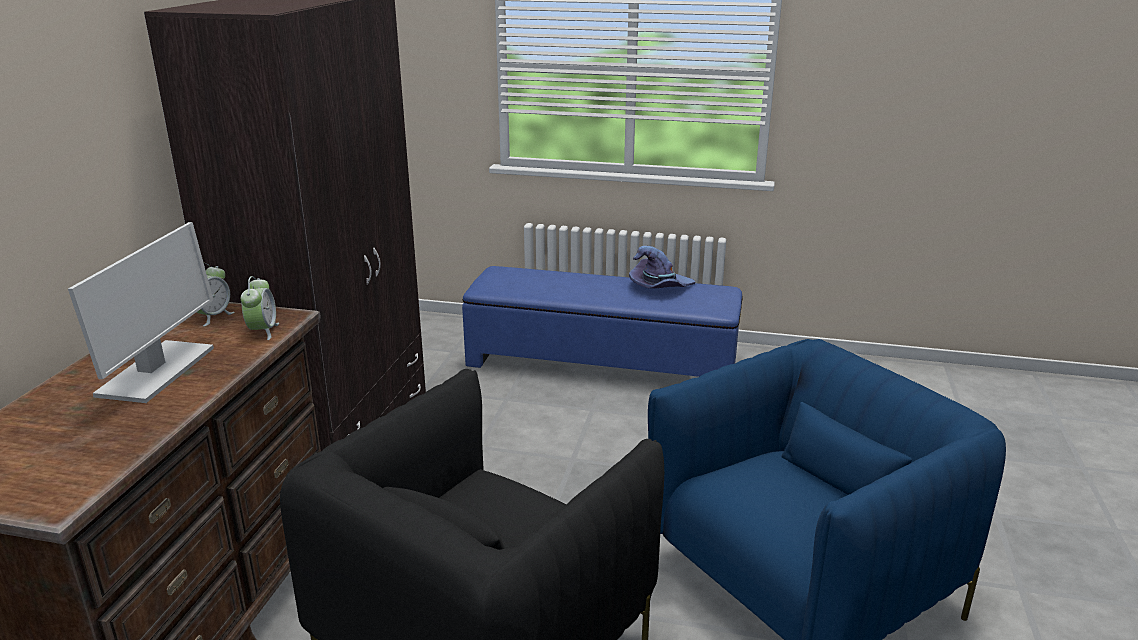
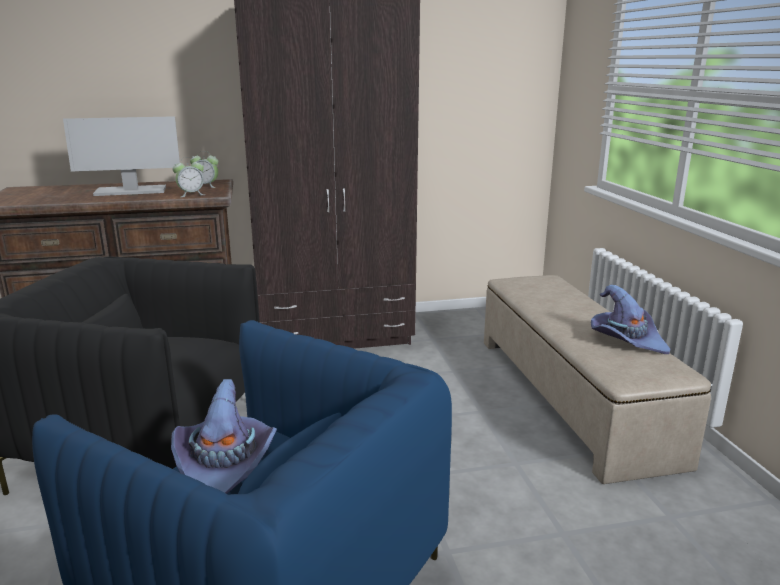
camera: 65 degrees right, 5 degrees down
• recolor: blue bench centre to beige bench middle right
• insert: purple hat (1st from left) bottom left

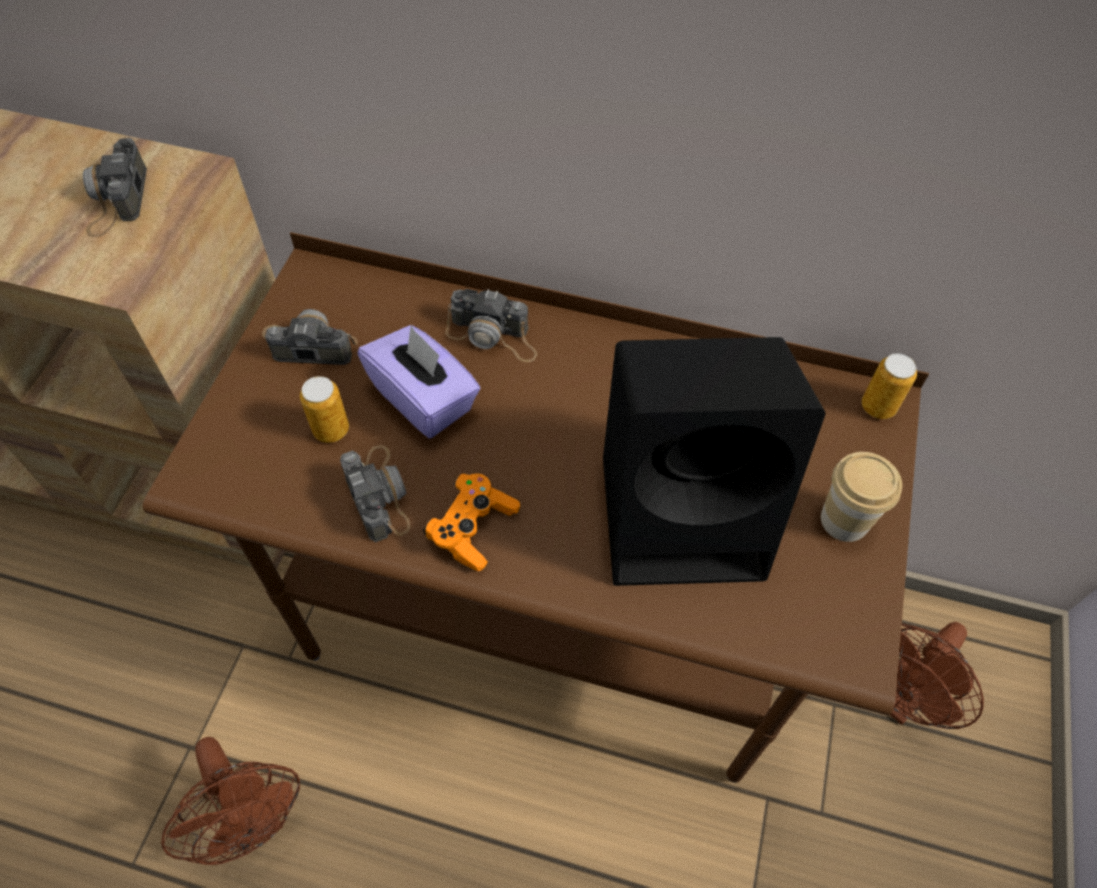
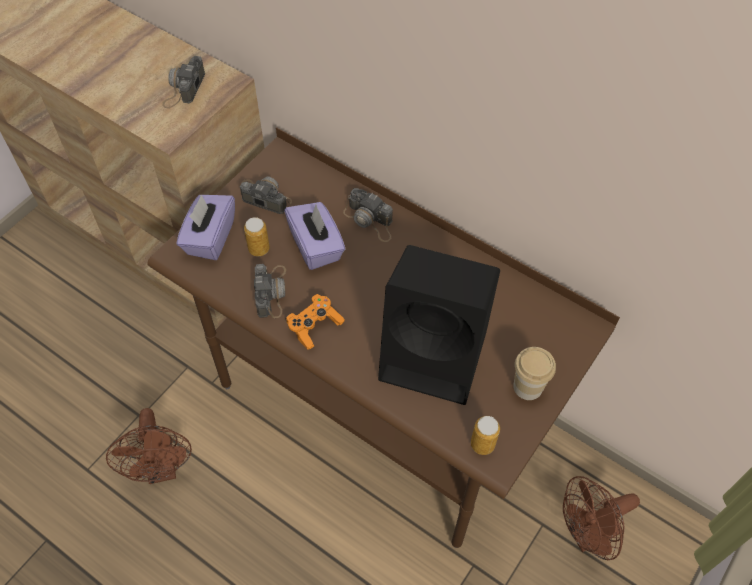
camera: 20 degrees right, 0 degrees up
• move: can (2nd from left) middle right to bottom centre
• insert: purple tissue box (1st from left) middle left

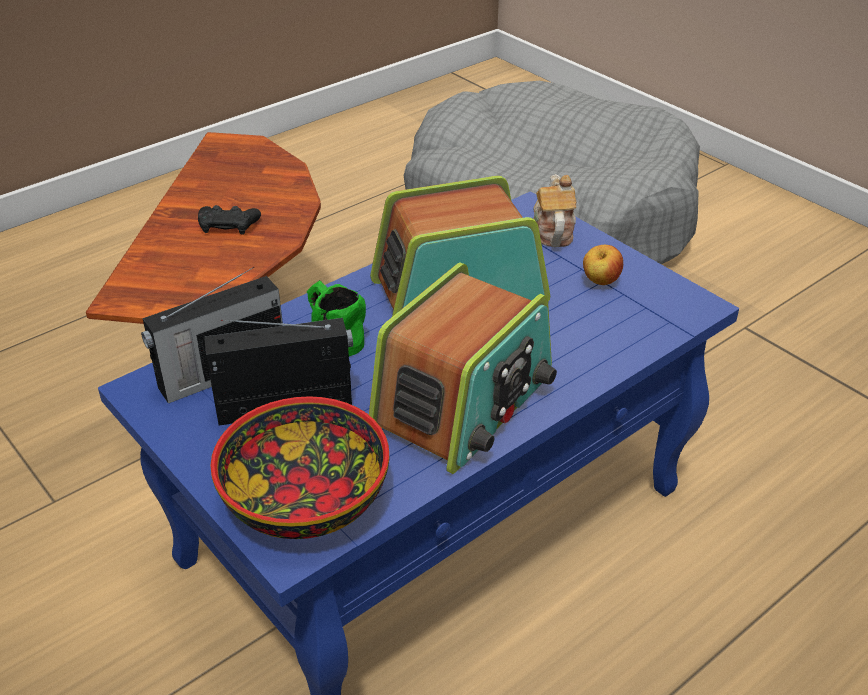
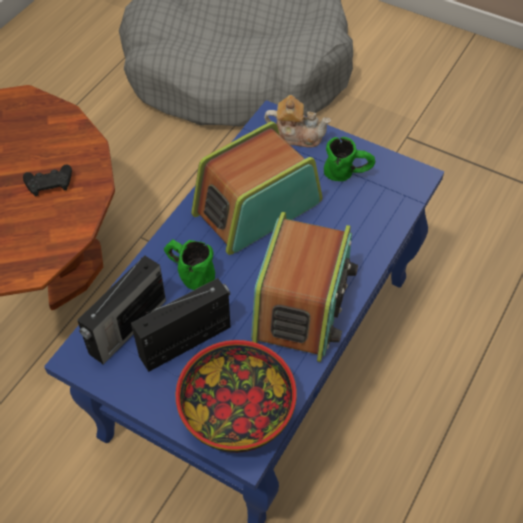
camera: 20 degrees left, 15 degrees up
• rotate: teapot top centre = top centre 120 degrees clockwise
• replace: apple middle right to green mug (2nd from left) top right

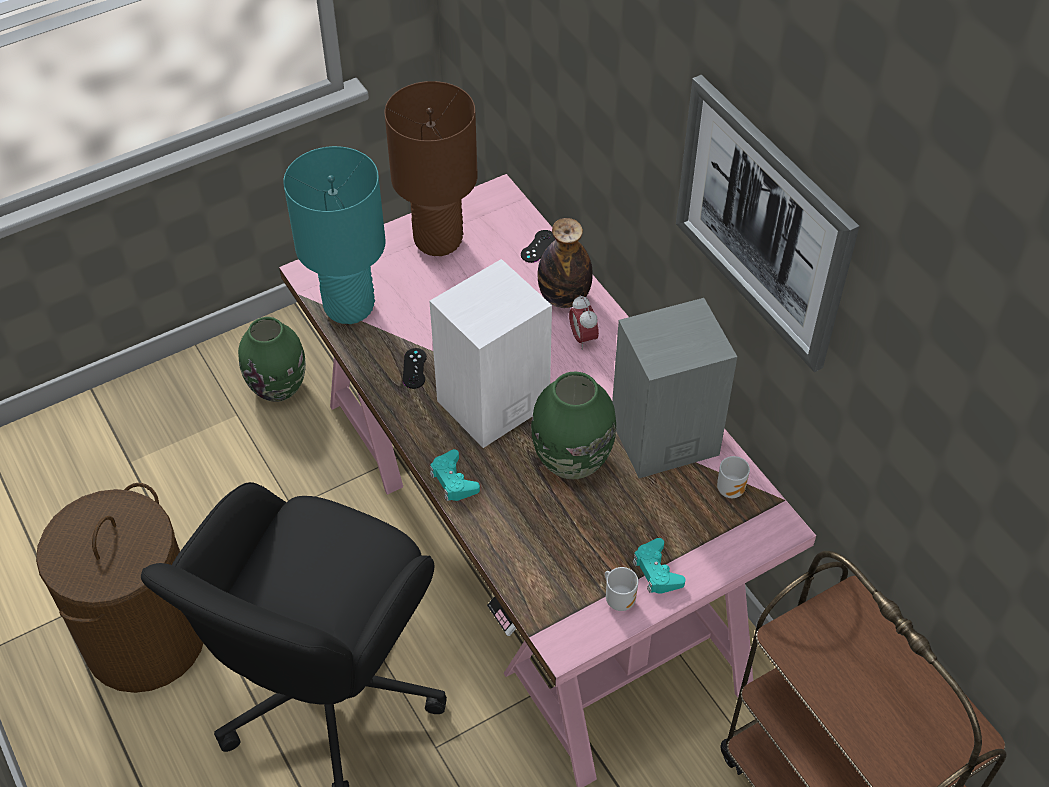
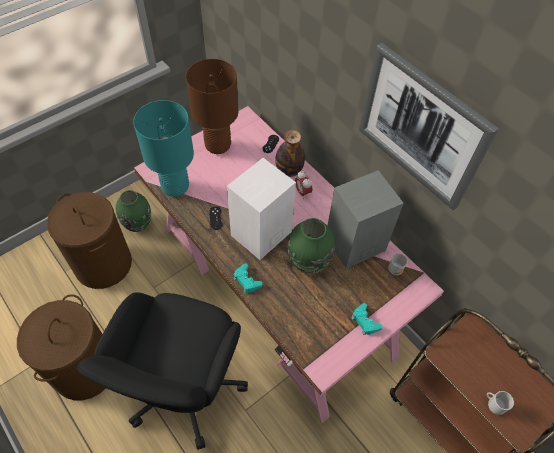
camera: 10 degrees left, 5 degrees up
• move: mug (1st from left in the first image) bottom centre to mug (2nd from left) bottom right
• insert: brown laundry basket (2nd from left) middle left

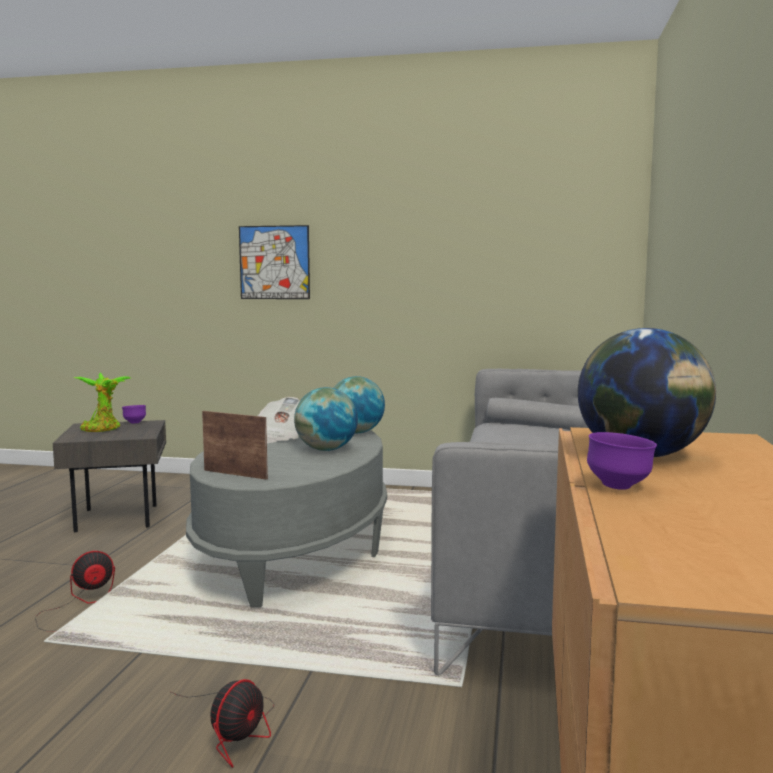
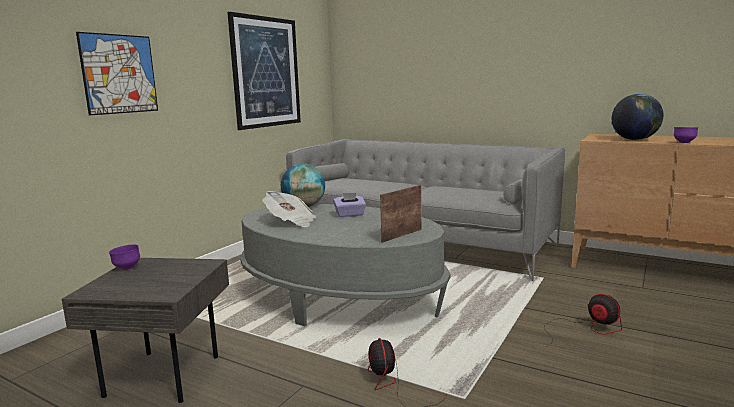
camera: 70 degrees left, 5 degrees up
• delete: potted plant middle left
• replace: globe (1st from left) centre to purple tissue box centre
• insert: picture (2nd from left) top centre

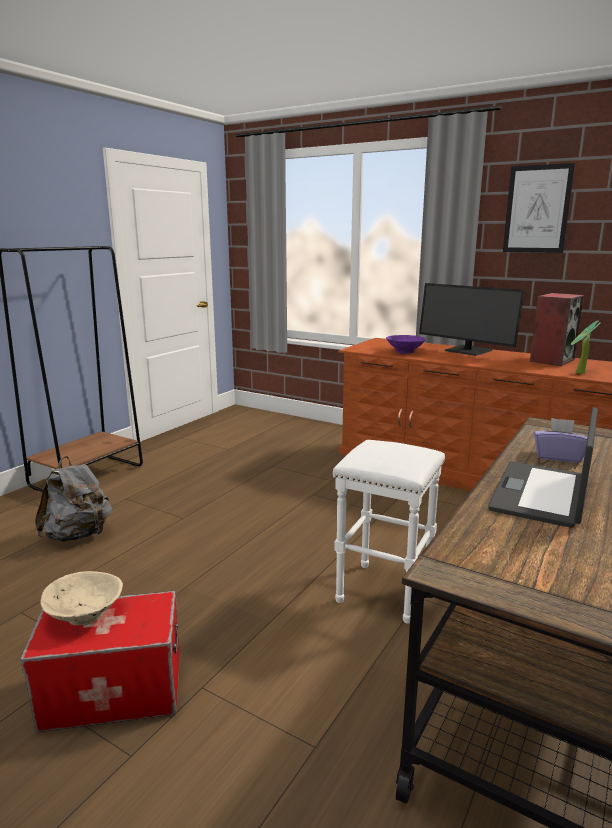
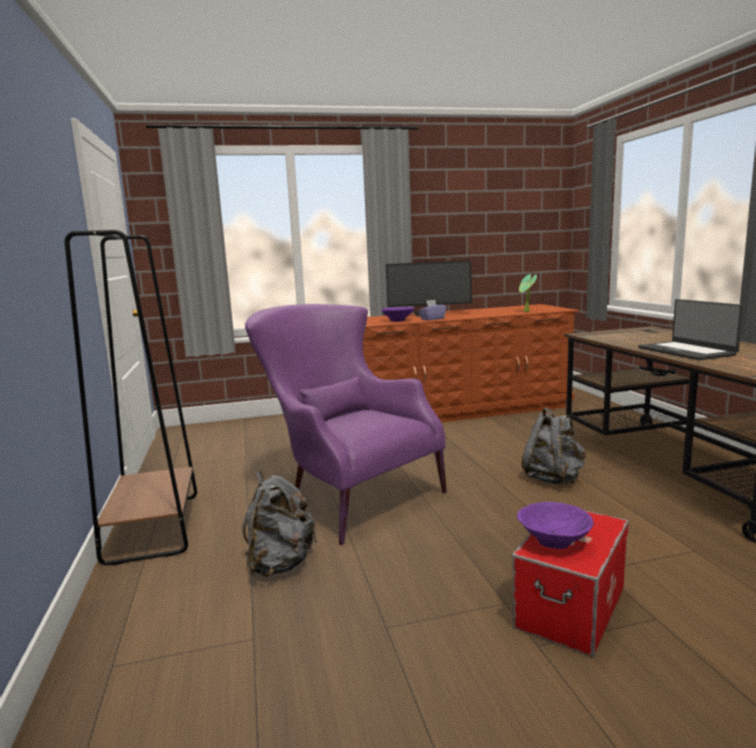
camera: 45 degrees left, 5 degrees down
• delete: picture top right
• delete: speaker middle right
• move: purple tissue box middle right to centre
• replace: white stool centre to grey backpack (2nd from left) middle right
• recolor: beige bowl bottom left to purple bowl (2nd from left) bottom right
• insert: purple armchair centre

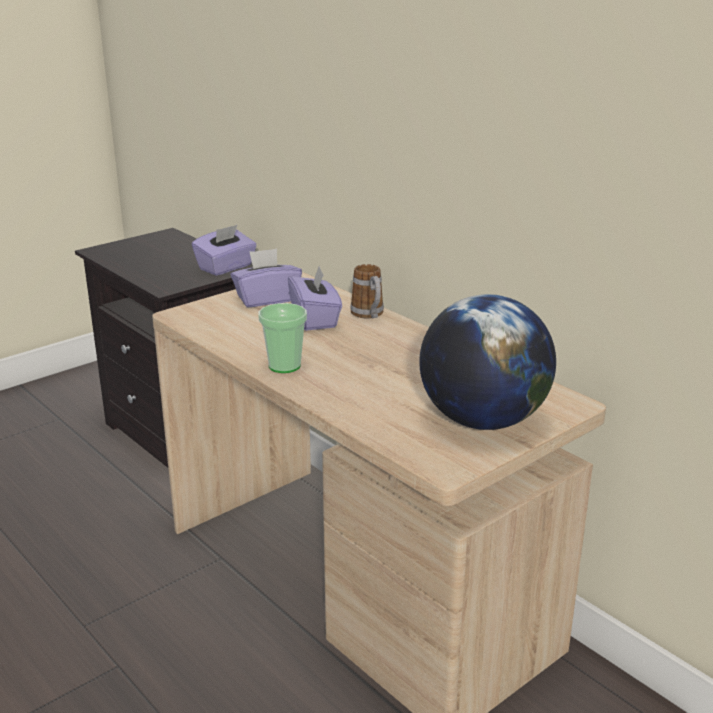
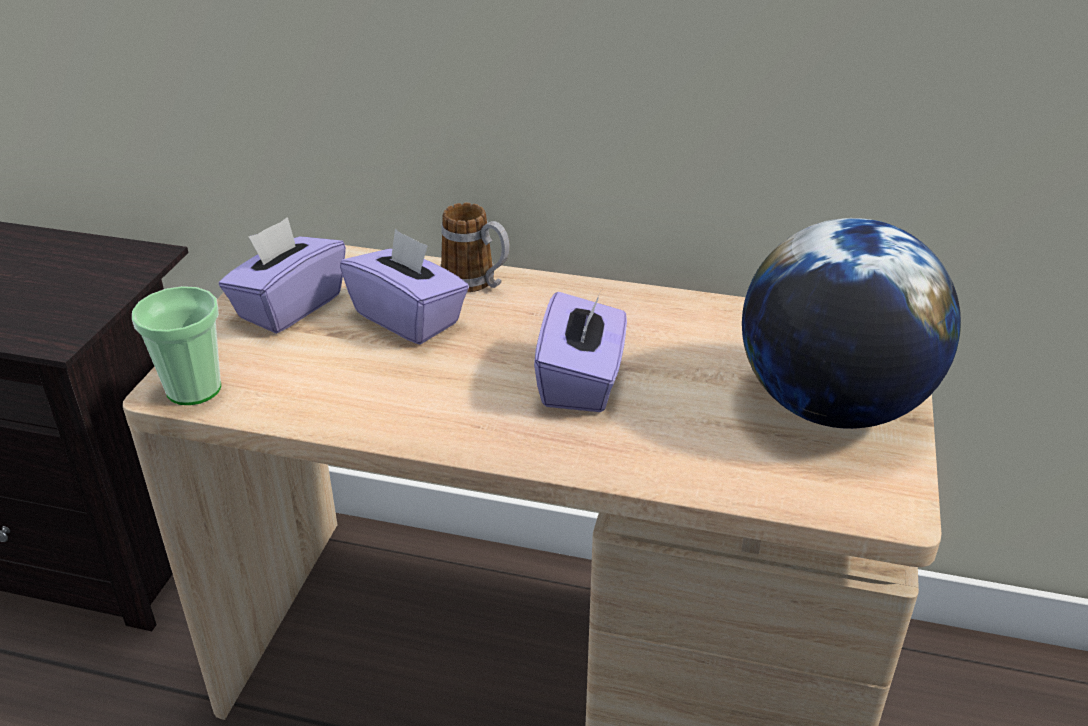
camera: 35 degrees left, 10 degrees up
• move: purple tissue box (1st from left in the first image) middle left to purple tissue box (3rd from left) centre
• move: cup centre to middle left

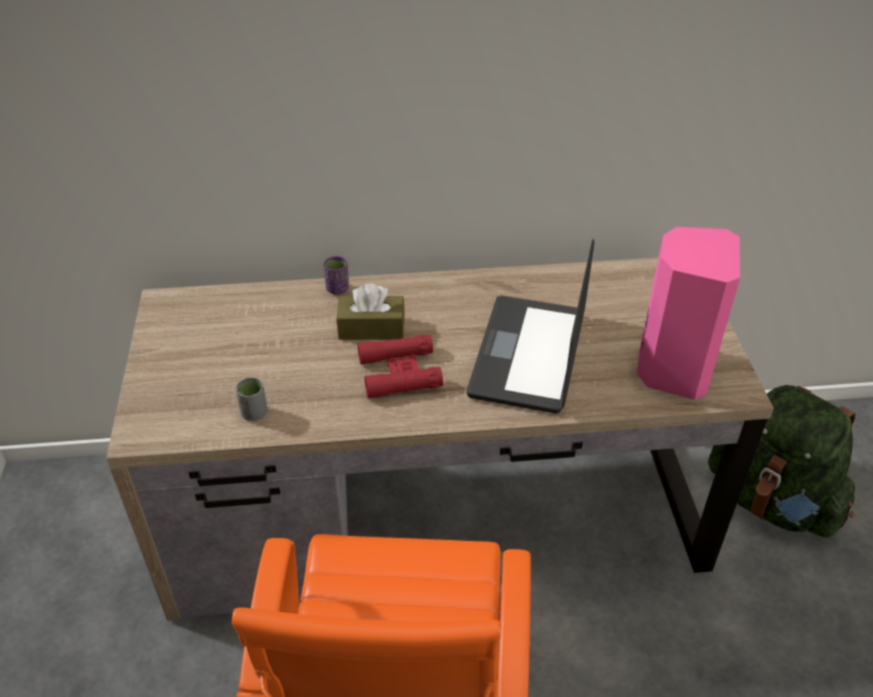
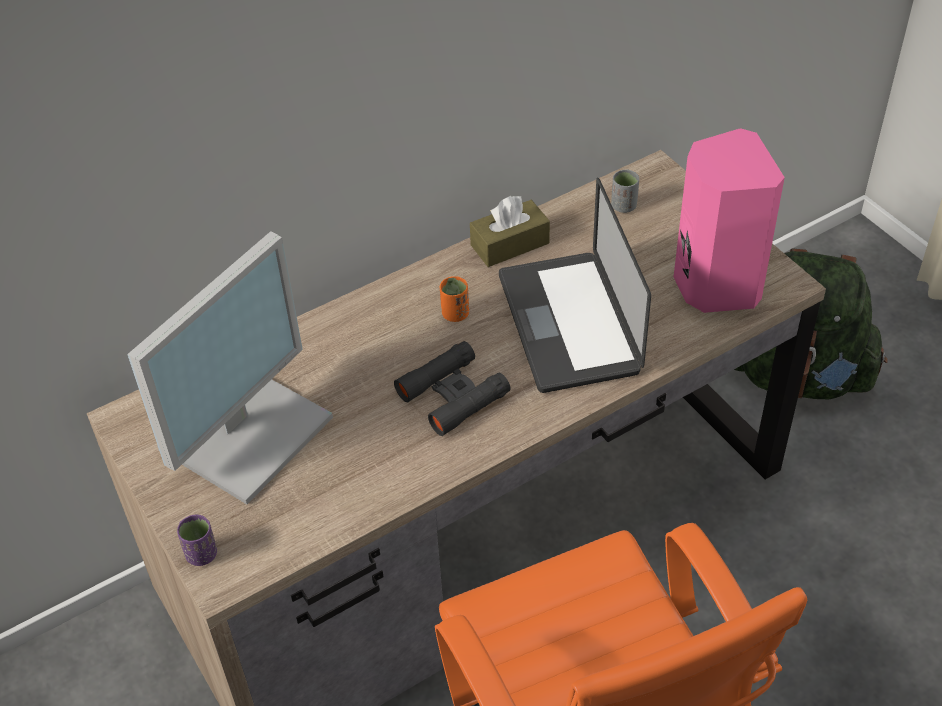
camera: 25 degrees left, 5 degrees up
• move: purple cup centre to bottom left
• move: brown tissue box centre to top centre
• recolor: red binoculars centre to black binoculars centre
• move: grey cup middle left to top centre
• insert: monitor middle left
• insert: orange cup centre

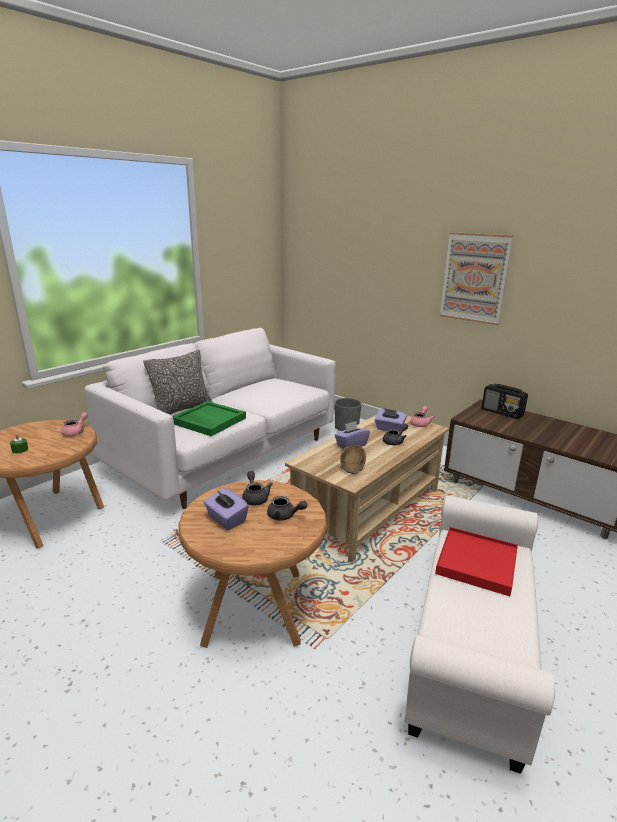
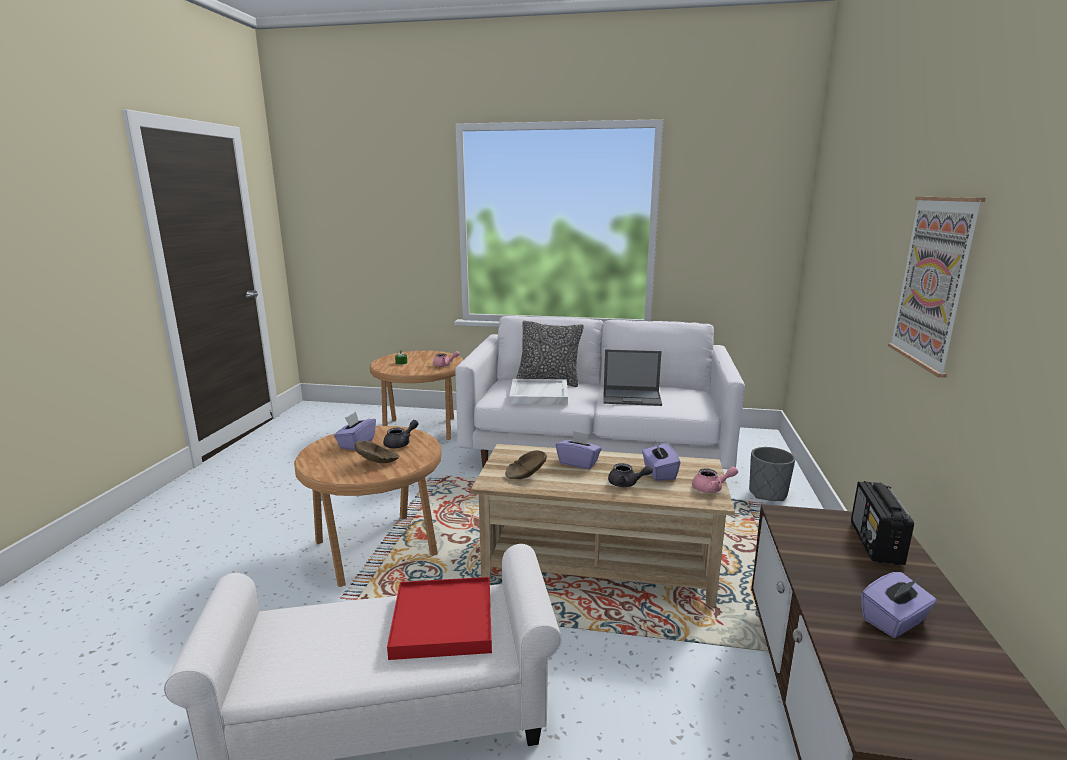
camera: 60 degrees right, 5 degrees down
• recolor: green tray centre to white tray centre
• replace: grey teapot (2nd from left) centre to brown bowl (1st from left) centre
• insert: laptop centre
• insert: purple tissue box (4th from left) bottom right

